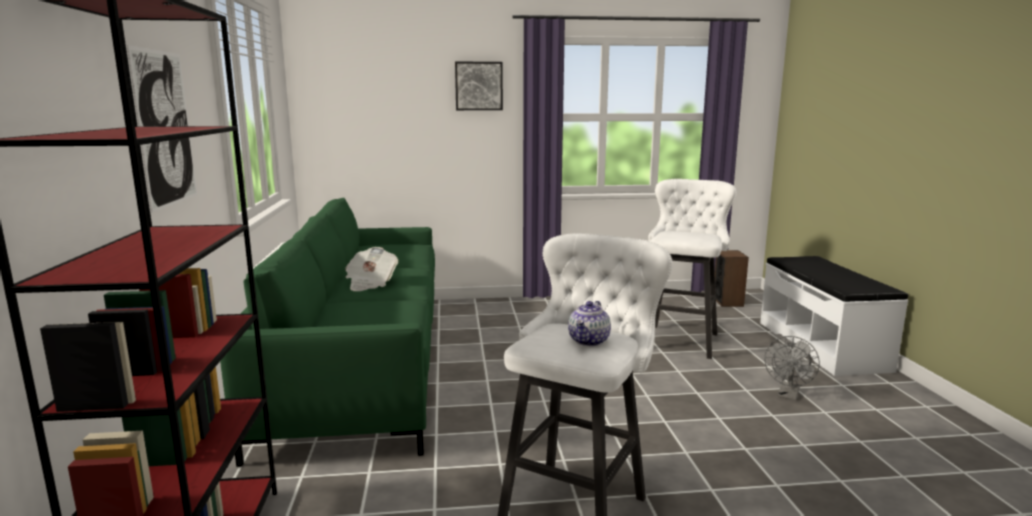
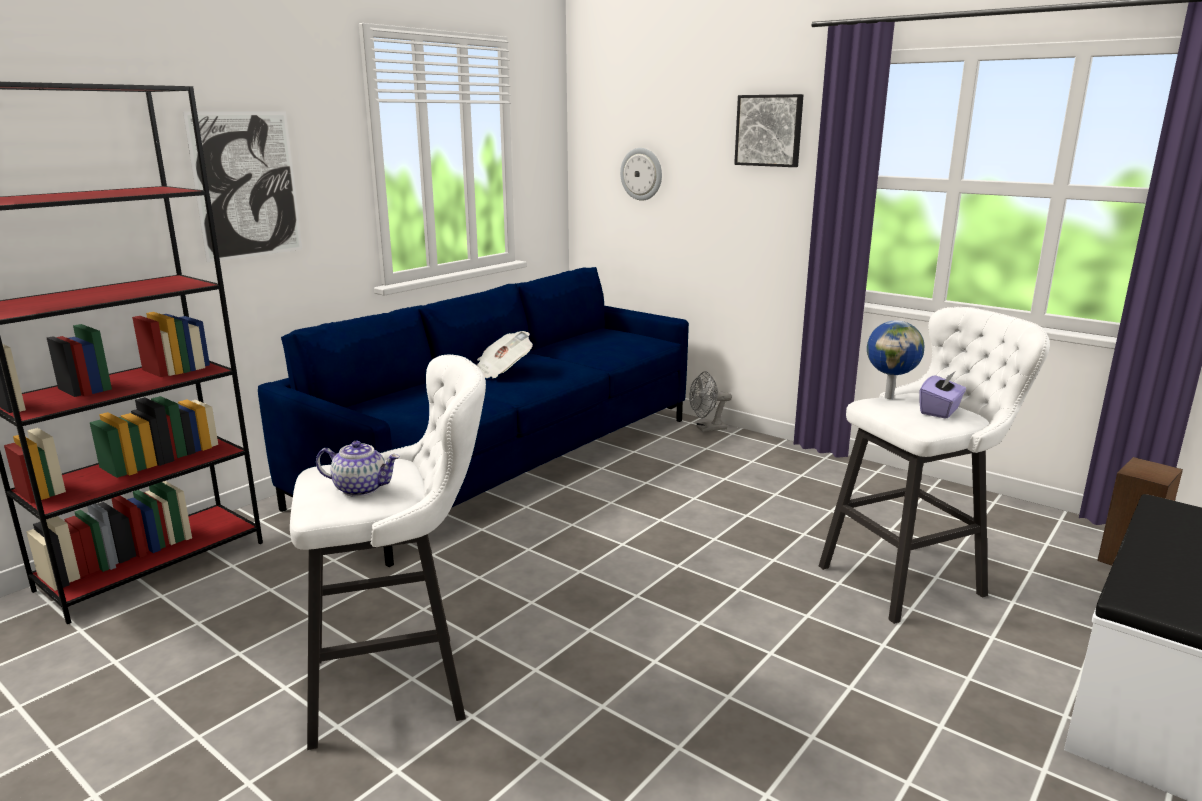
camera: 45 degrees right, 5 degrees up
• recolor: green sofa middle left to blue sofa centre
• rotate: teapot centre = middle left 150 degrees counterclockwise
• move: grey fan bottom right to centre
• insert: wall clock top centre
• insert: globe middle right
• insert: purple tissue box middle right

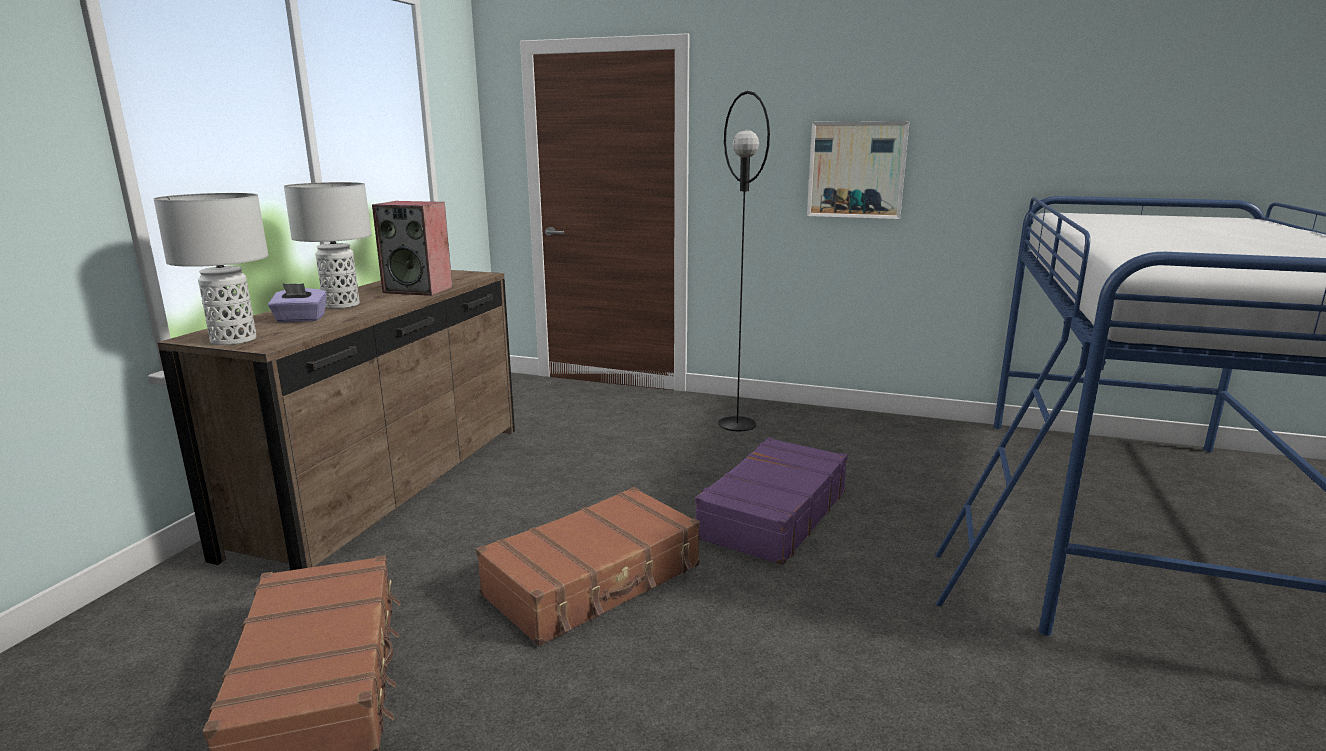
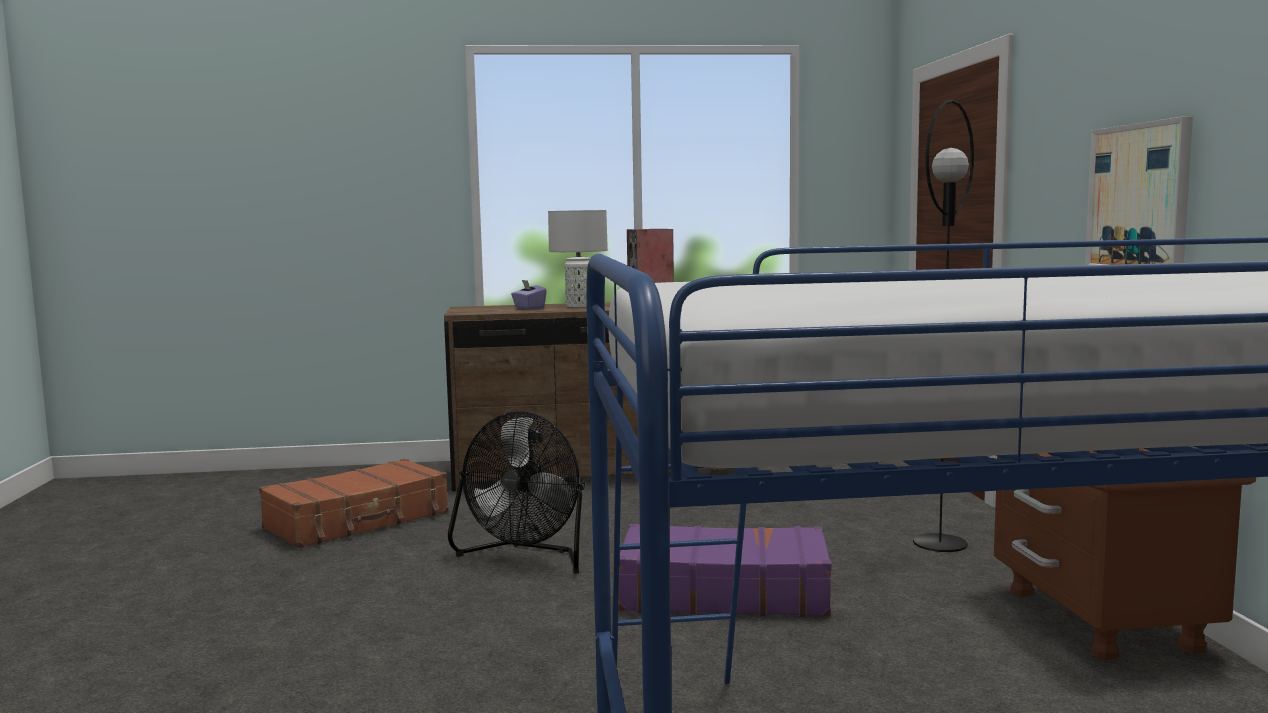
camera: 65 degrees right, 10 degrees down
• delete: white table lamp (1st from left) middle left
• replace: brown suitcase (2nd from left) bottom centre to black fan bottom centre
• insert: brown nightstand bottom right

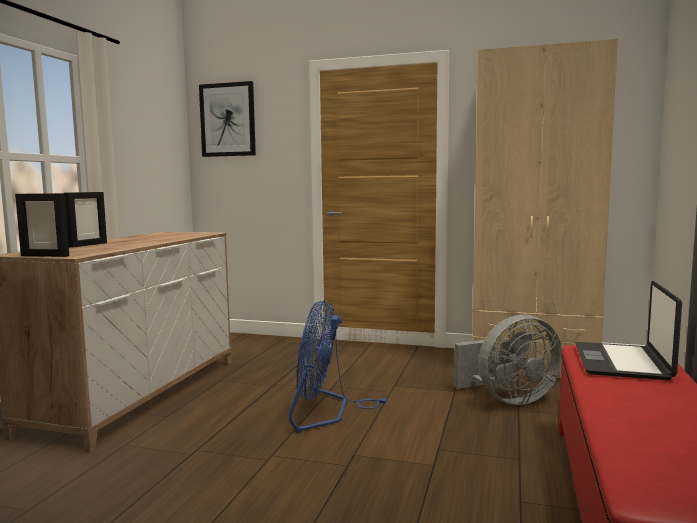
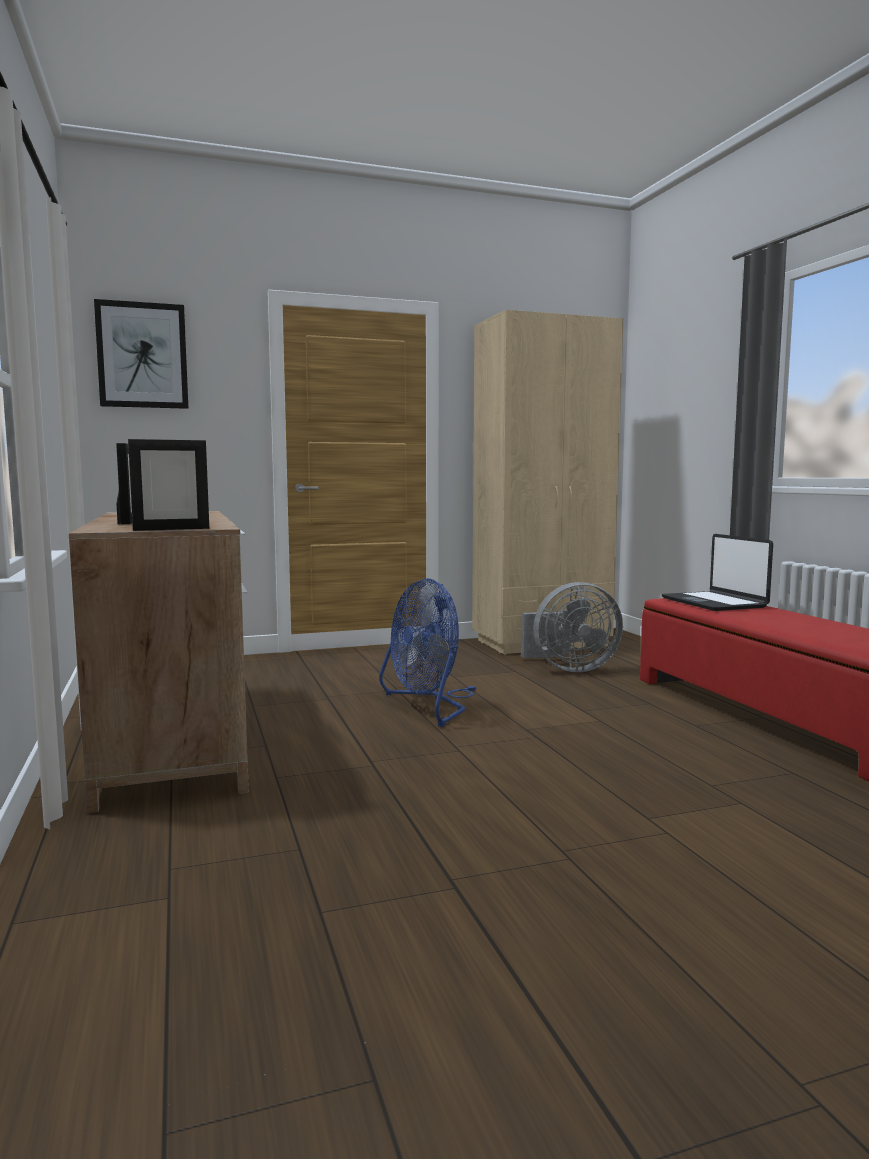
camera: 35 degrees left, 0 degrees up
• rotate: grey fan bottom right = centre 45 degrees clockwise

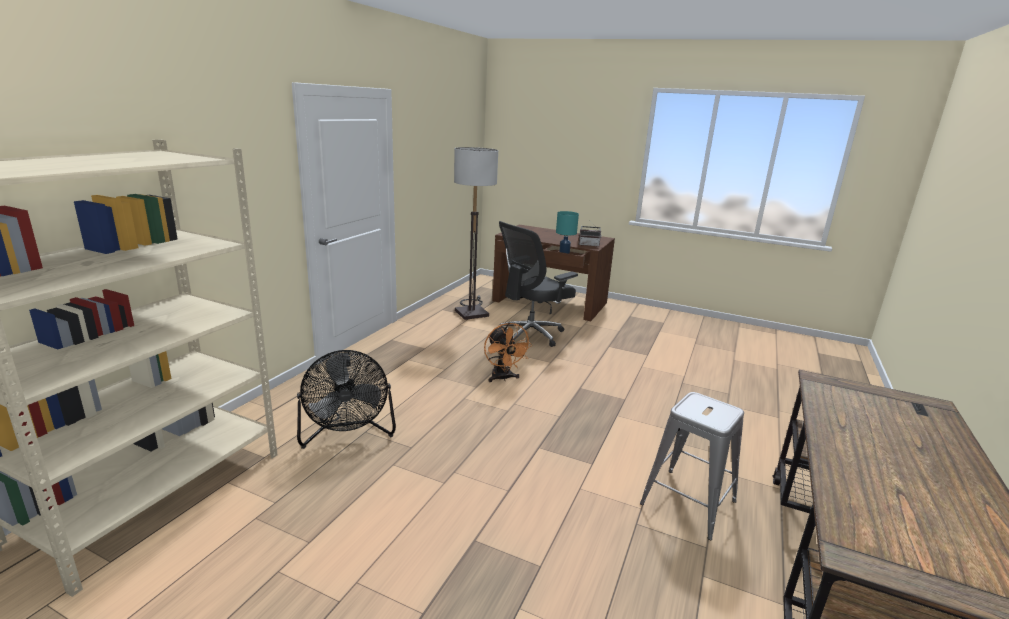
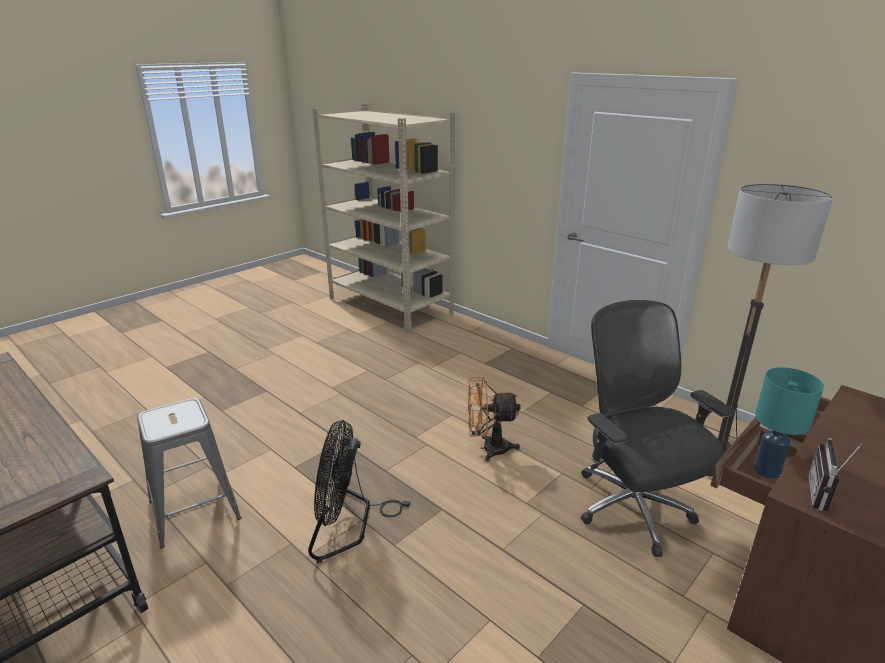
camera: 110 degrees right, 5 degrees up
• move: black fan centre to bottom centre

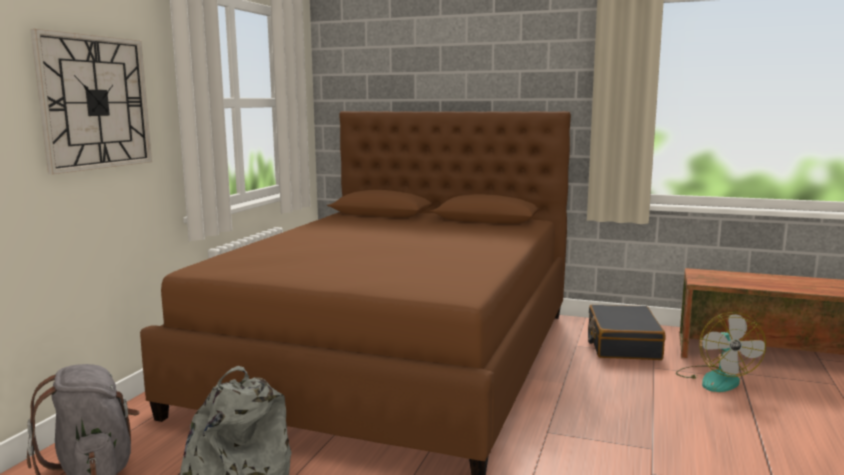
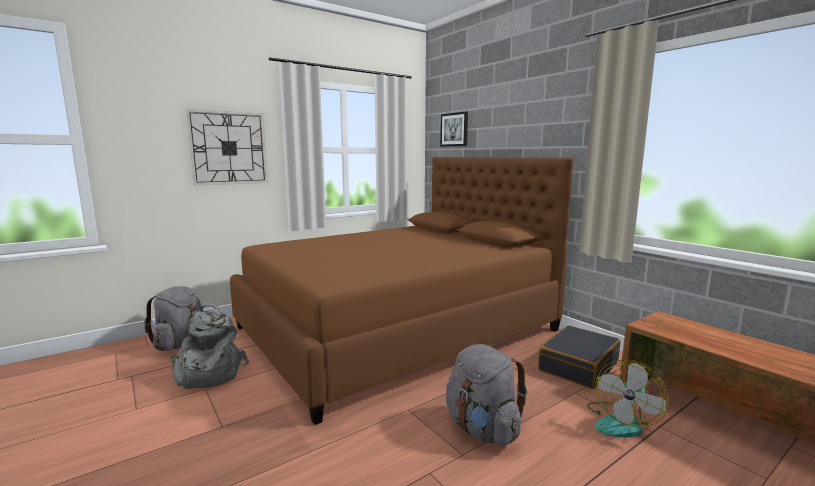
camera: 35 degrees right, 0 degrees up
• insert: picture top centre
• insert: grey backpack (3rd from left) bottom centre

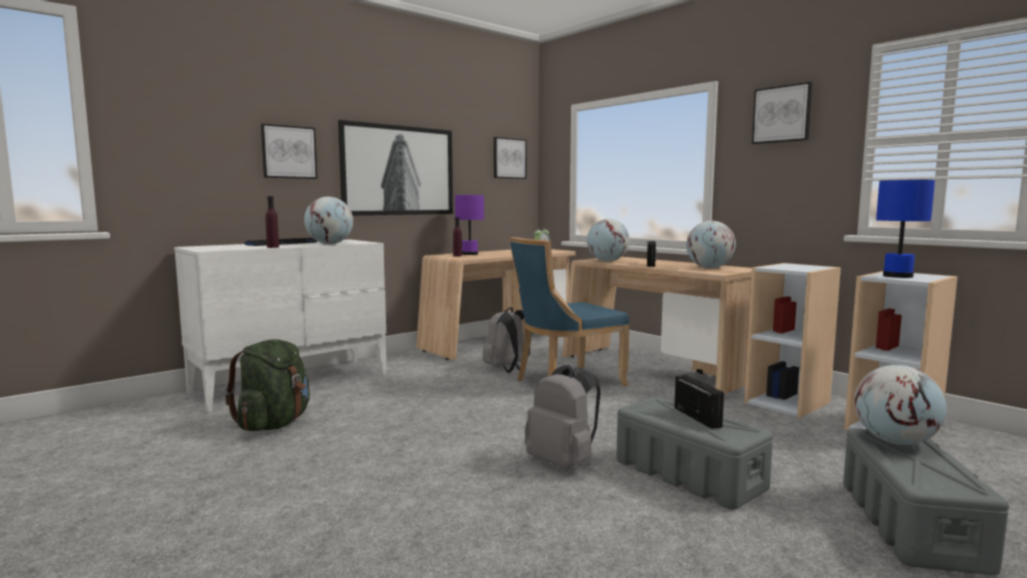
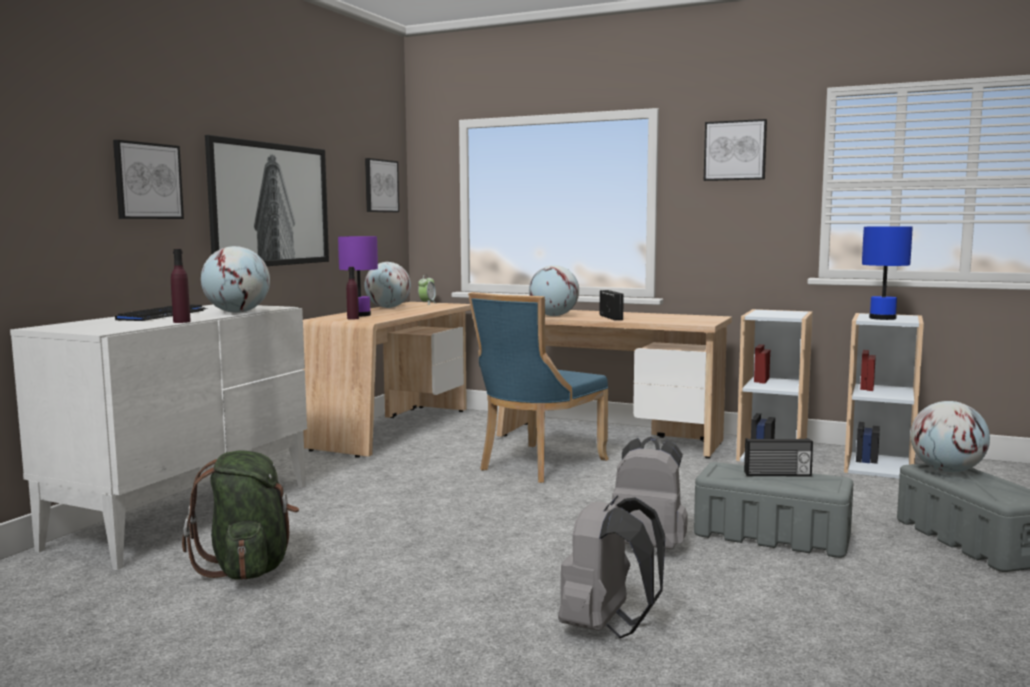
camera: 25 degrees left, 0 degrees up
• move: globe (3rd from left in the first image) middle right to globe (2nd from left) centre
• move: grey backpack (1st from left) centre to bottom centre
• rotate: radio (2nd from left) bottom right = middle right 135 degrees clockwise

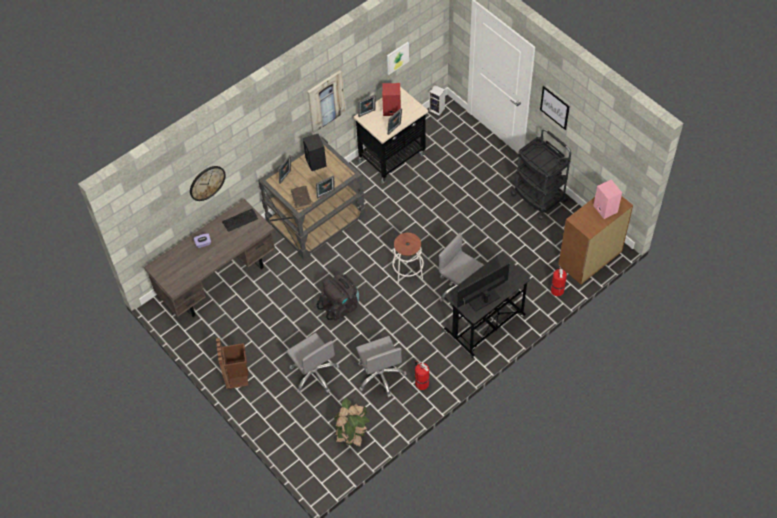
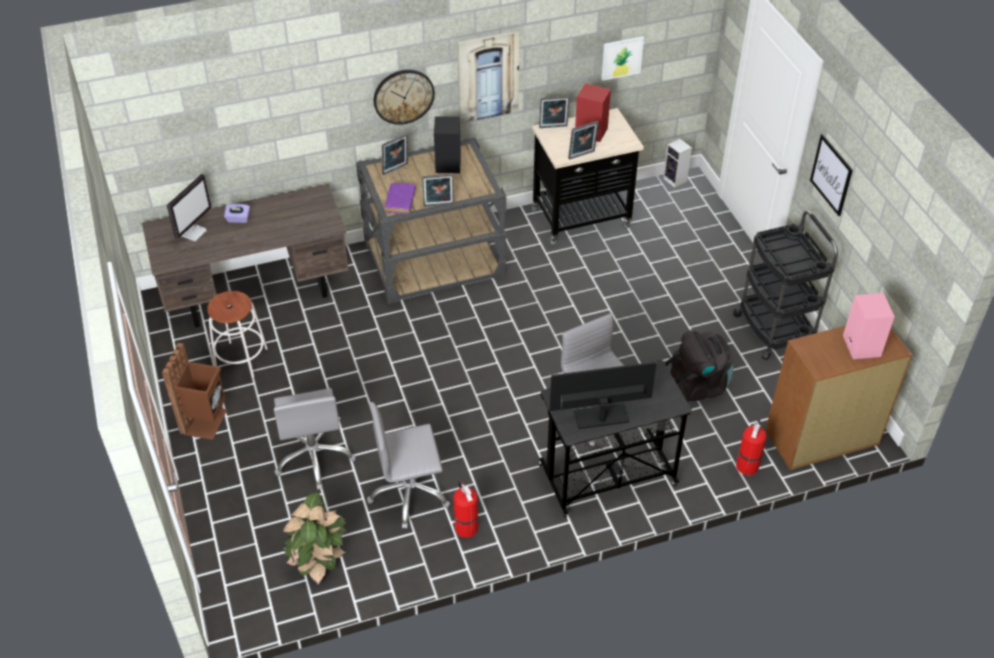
camera: 20 degrees right, 10 degrees down
• move: wall clock middle left to top centre
• recolor: brown book centre to purple book top centre
• delete: keyboard middle left
• move: white stool centre to middle left
• move: black backpack centre to middle right
• rotate: grey office chair (2nd from left) bottom centre = bottom centre 75 degrees clockwise
• insert: monitor (1st from left) top left

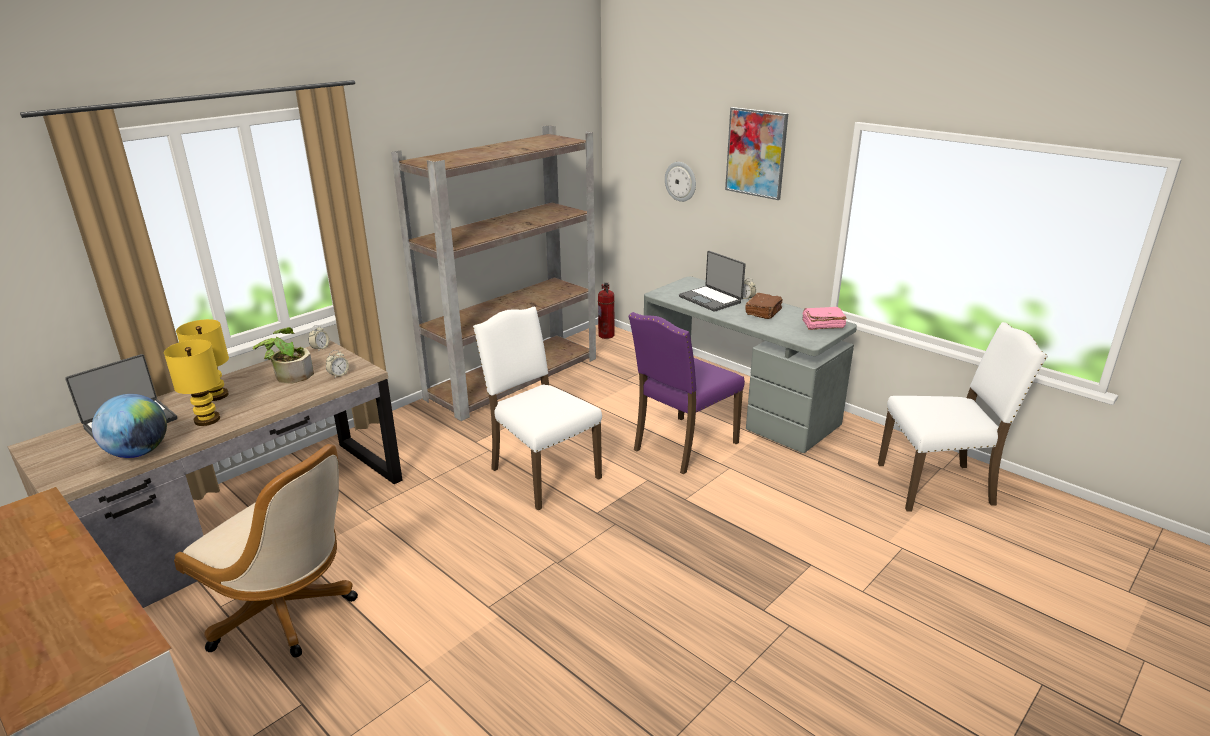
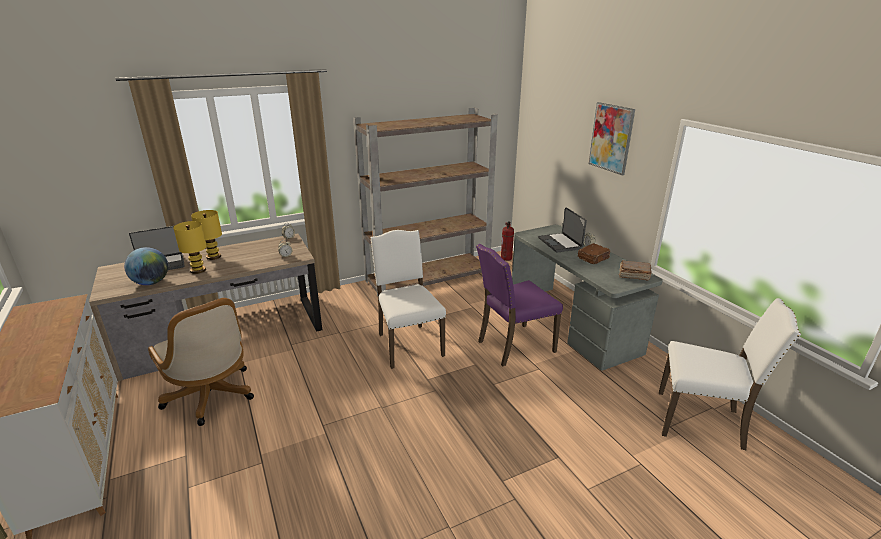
camera: 20 degrees right, 0 degrees up
• delete: wall clock top centre
• recolor: pink book middle right to brown book (2nd from left) middle right
• delete: potted plant middle left

